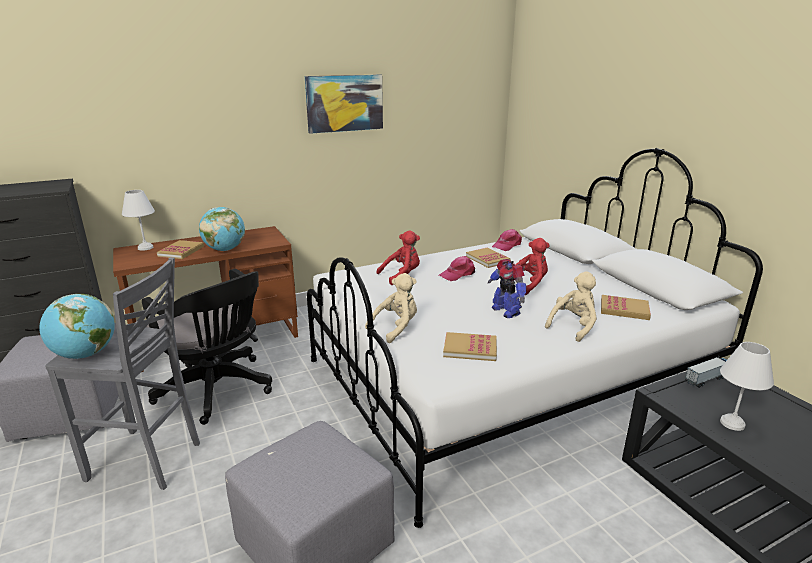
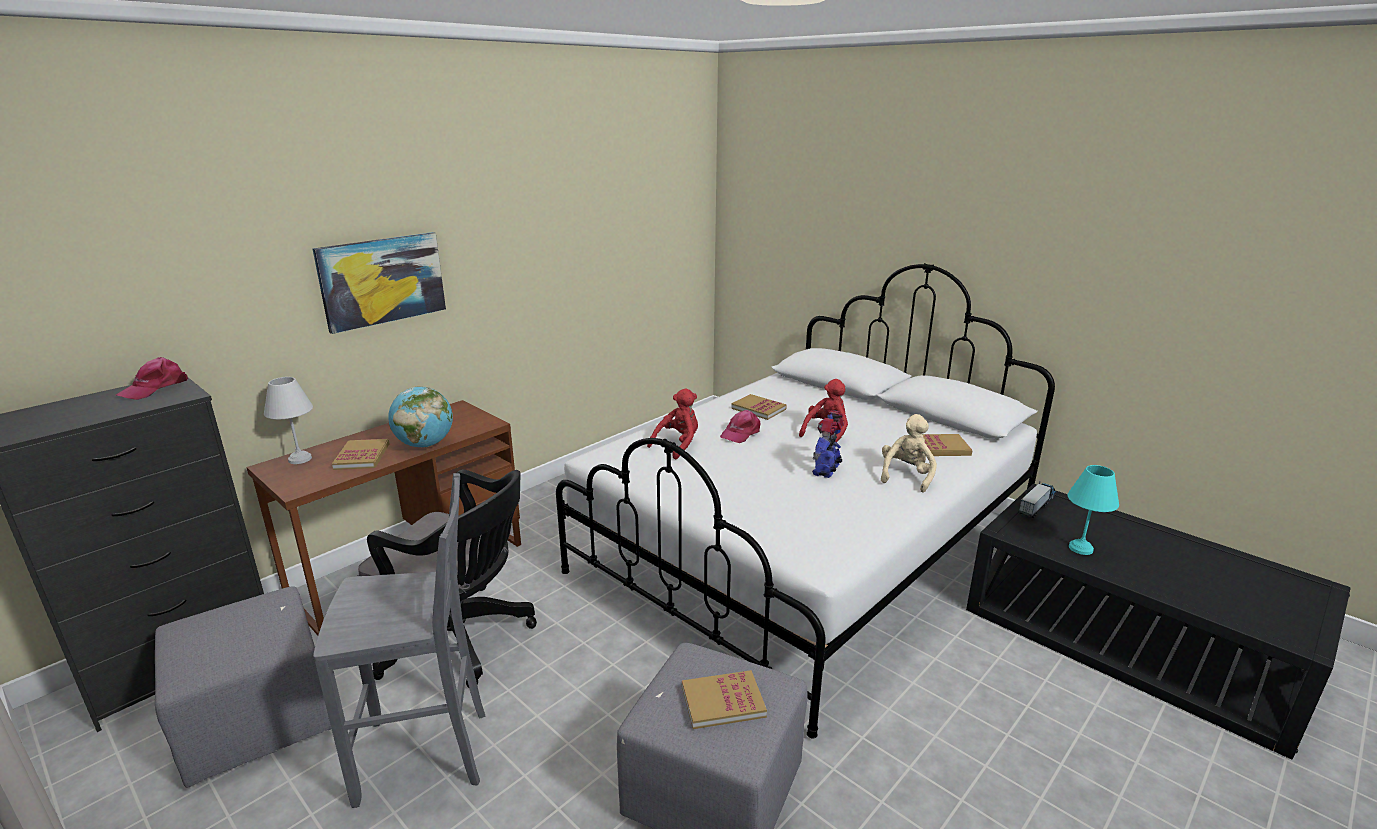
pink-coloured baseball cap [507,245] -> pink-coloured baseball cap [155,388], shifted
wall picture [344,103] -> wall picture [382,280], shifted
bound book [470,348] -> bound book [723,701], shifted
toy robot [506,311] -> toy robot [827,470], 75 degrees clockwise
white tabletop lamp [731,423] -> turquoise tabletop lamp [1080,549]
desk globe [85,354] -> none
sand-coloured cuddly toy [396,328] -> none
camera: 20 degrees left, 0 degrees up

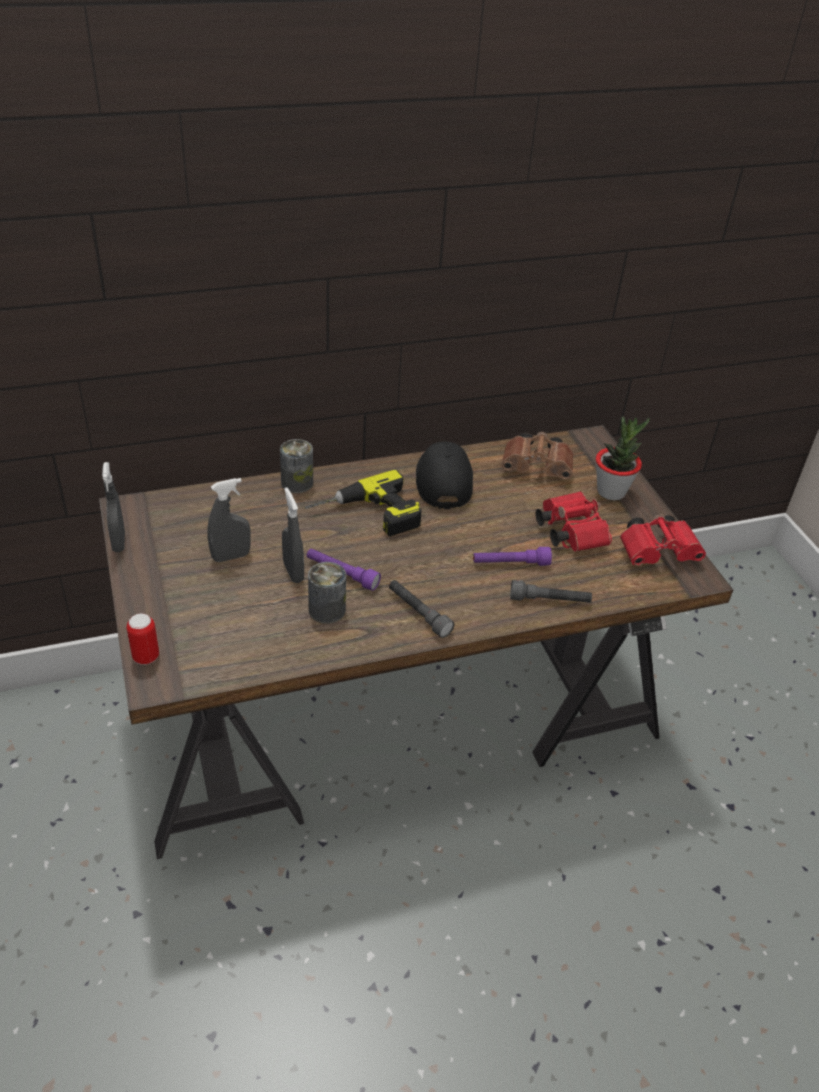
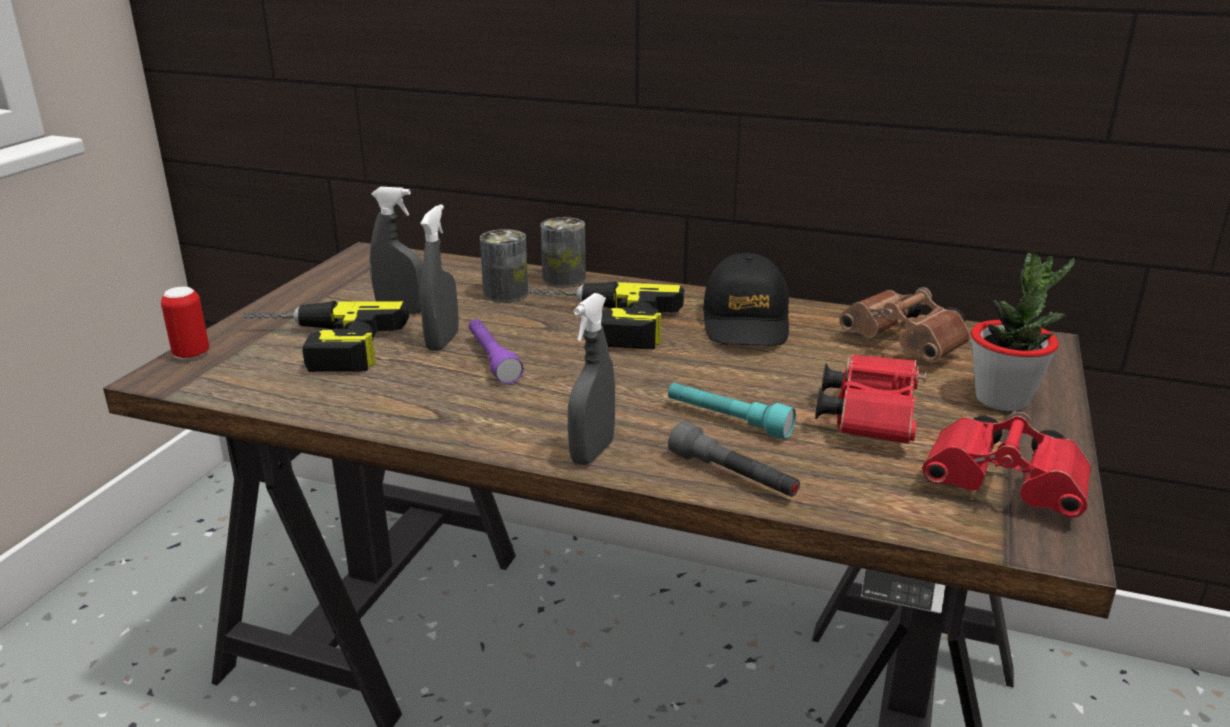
none -> electric drill [316,347]
sealed can [327,610] -> sealed can [505,293], shifted
gray spray bottle [119,542] -> gray spray bottle [592,452], shifted
purple-coloured flashlight [510,564] -> turquoise flashlight [727,420]
blackish baseball cap [443,481] -> blackish baseball cap [746,322], 150 degrees clockwise
gray flashlight [418,613] -> none
camera: 40 degrees right, 15 degrees down

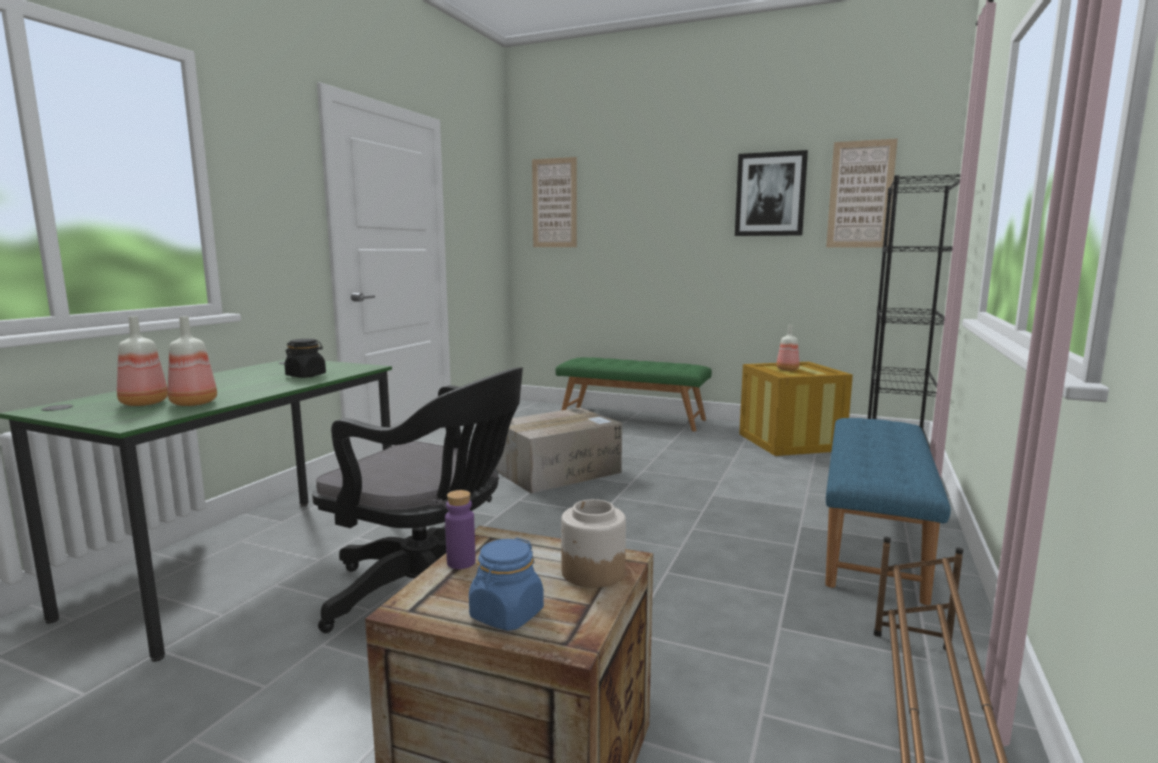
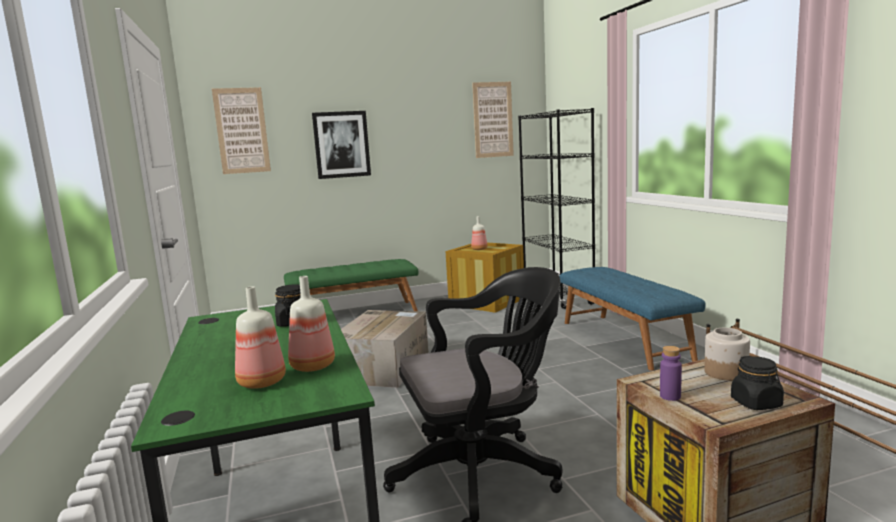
wall picture [770,194] -> wall picture [341,144], shifted
bluish storage jar [506,615] -> blackish storage jar [756,403]
camera: 40 degrees left, 0 degrees up

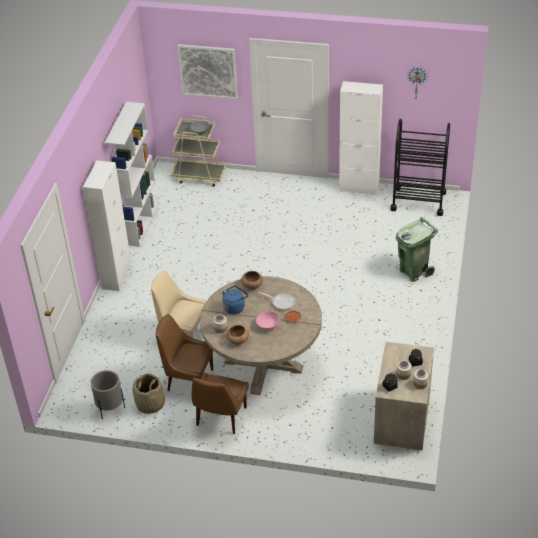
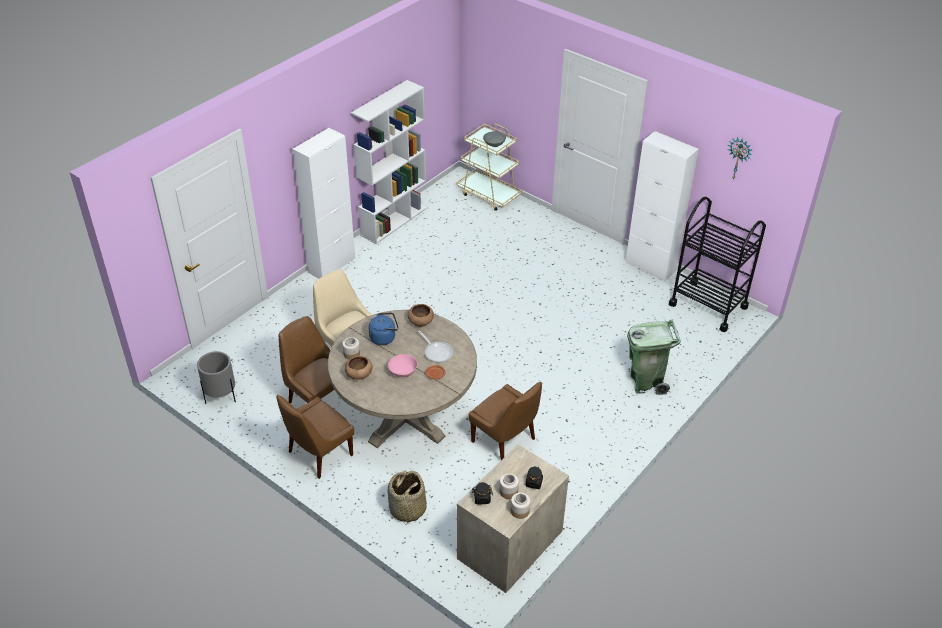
storage basket [150,404] -> storage basket [407,509], shifted
none -> brown-coloured plain chair [505,441]
wall picture [208,71] -> none
camera: 25 degrees right, 0 degrees up

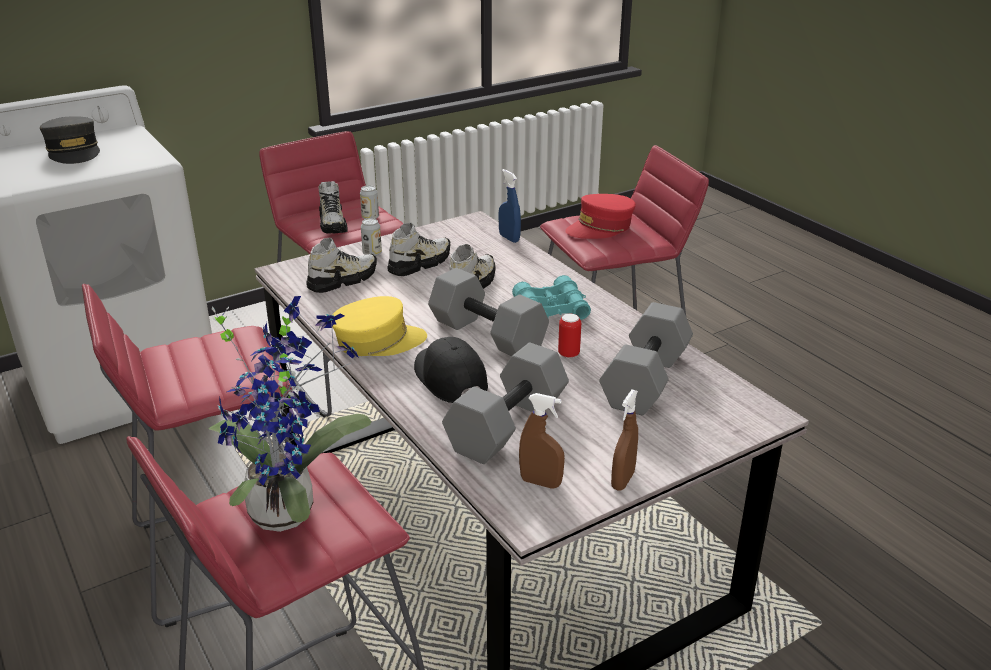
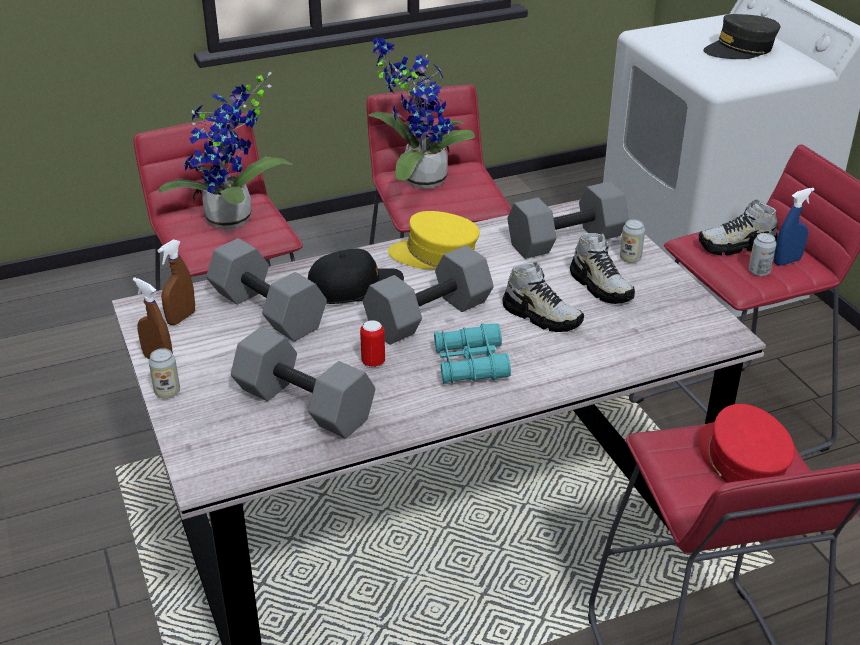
none -> sealed can [167,392]
none -> houseplant [419,179]
yellow-coloured baseball cap [378,341] -> yellow-coloured baseball cap [434,255], 105 degrees clockwise
item of footwear [342,280] -> gray hand weight [566,239]
bluish spray bottle [509,238] -> bluish spray bottle [787,261], shifted
camera: 100 degrees right, 5 degrees up

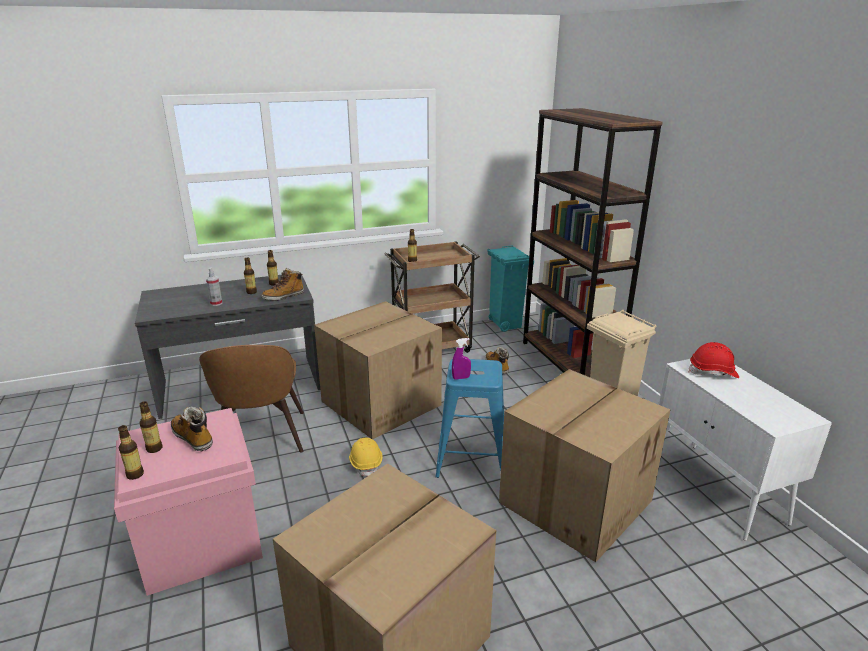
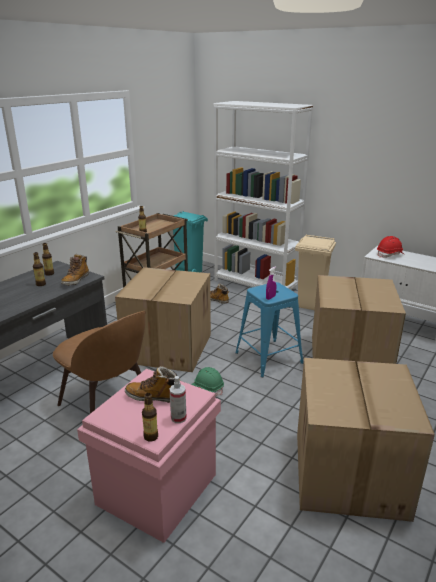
spray bottle [216,303] -> spray bottle [178,418], shifted
yellow-coloured work helmet [366,463] -> green work helmet [208,388]
brown-coloured bookshelf [568,363] -> white bookshelf [256,284]
beverage bottle [154,448] -> none
camera: 35 degrees left, 0 degrees up

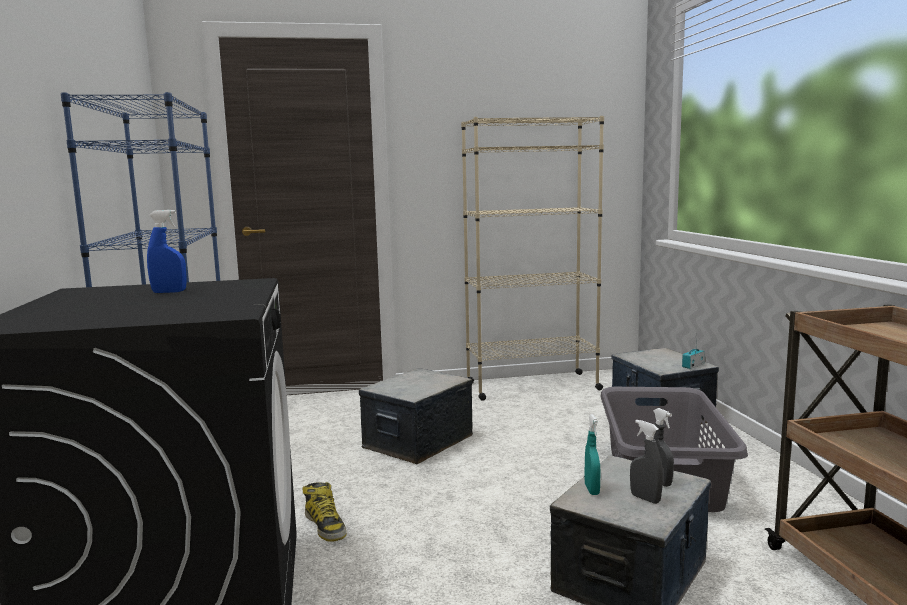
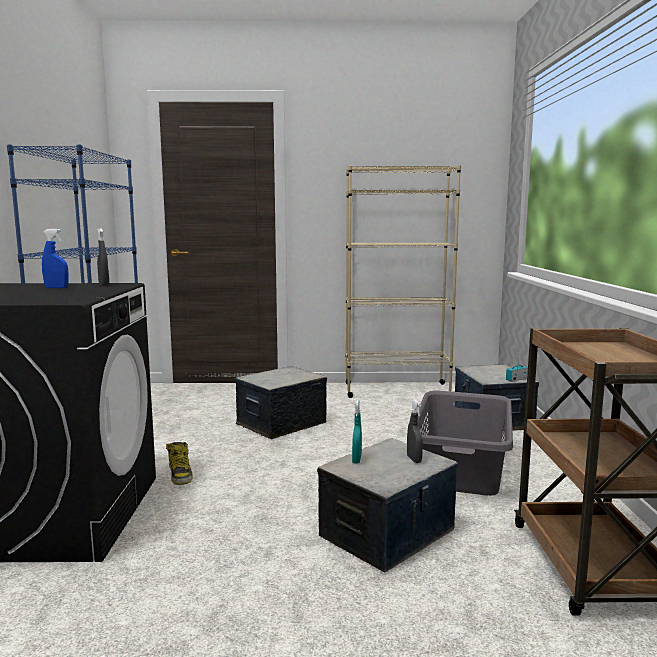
gray spray bottle [645,498] -> gray spray bottle [104,285], shifted
camera: 10 degrees right, 0 degrees up

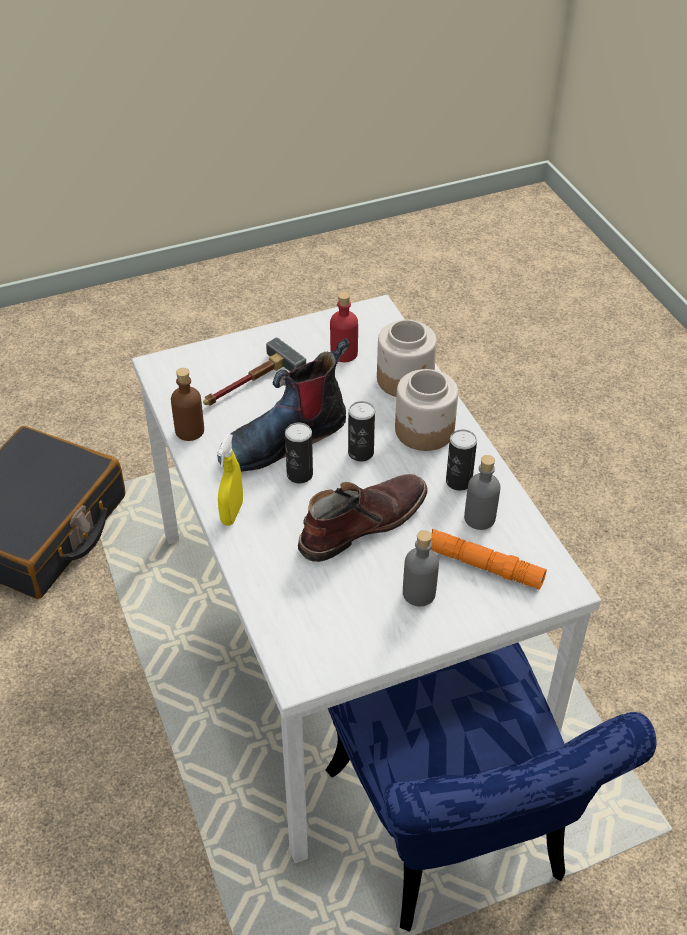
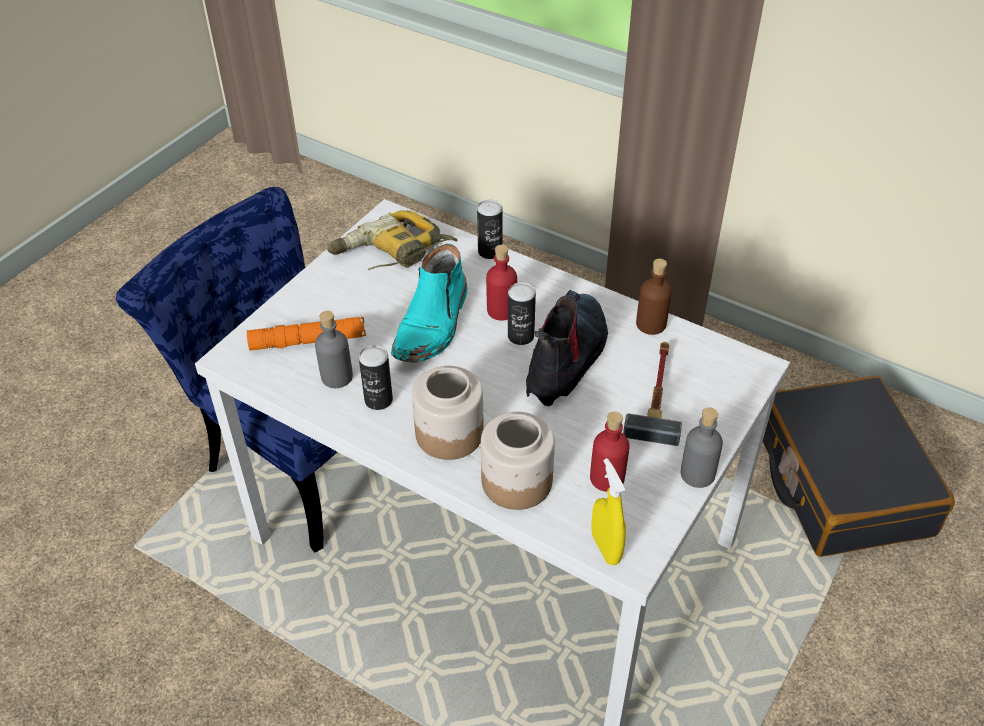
none -> electric drill [391,253]
brown-coloured tall boot [361,523] -> turquoise tall boot [433,324]
sealed can [361,453] -> sealed can [490,251], shifted
none -> reddish beverage bottle [501,310]
yellow-coloured spray bottle [232,513] -> yellow-coloured spray bottle [605,548], shifted
gray beverage bottle [419,593] -> gray beverage bottle [697,474], shifted
camera: 145 degrees right, 0 degrees up

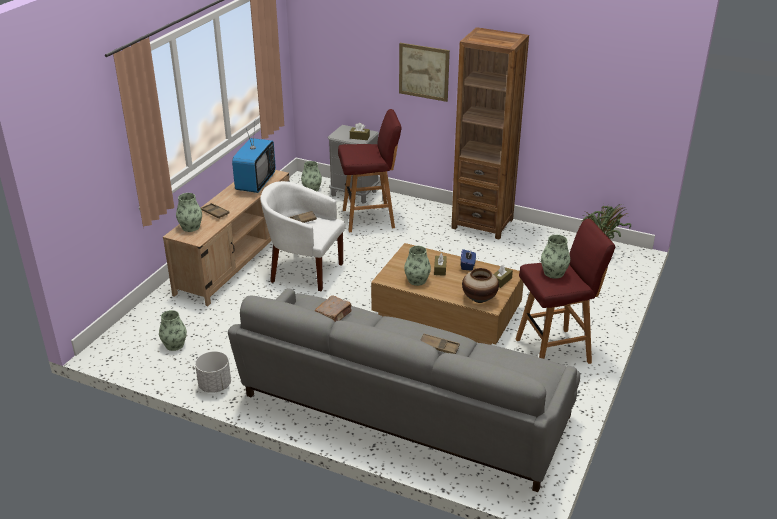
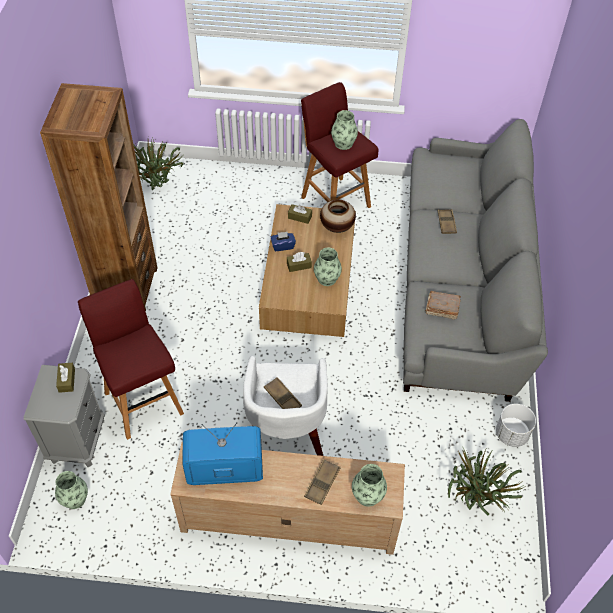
vase [174,345] -> houseplant [475,503]
wall picture [424,71] -> none
camera: 110 degrees left, 20 degrees up

